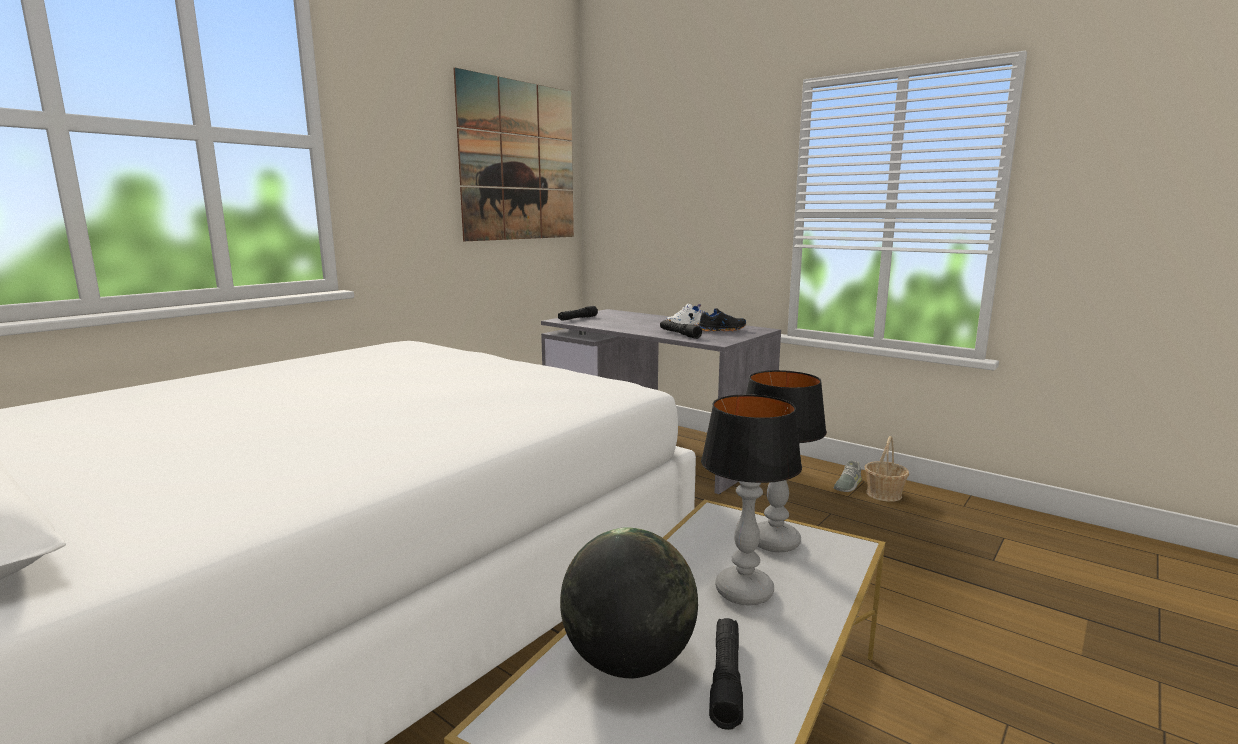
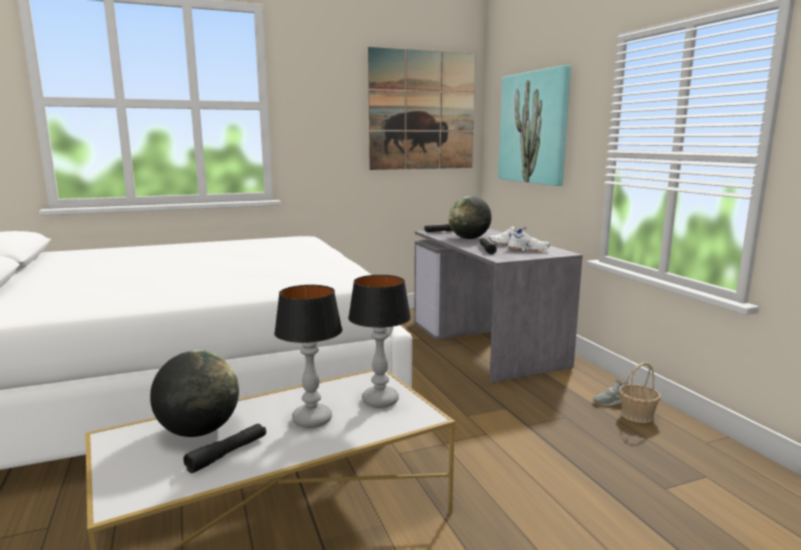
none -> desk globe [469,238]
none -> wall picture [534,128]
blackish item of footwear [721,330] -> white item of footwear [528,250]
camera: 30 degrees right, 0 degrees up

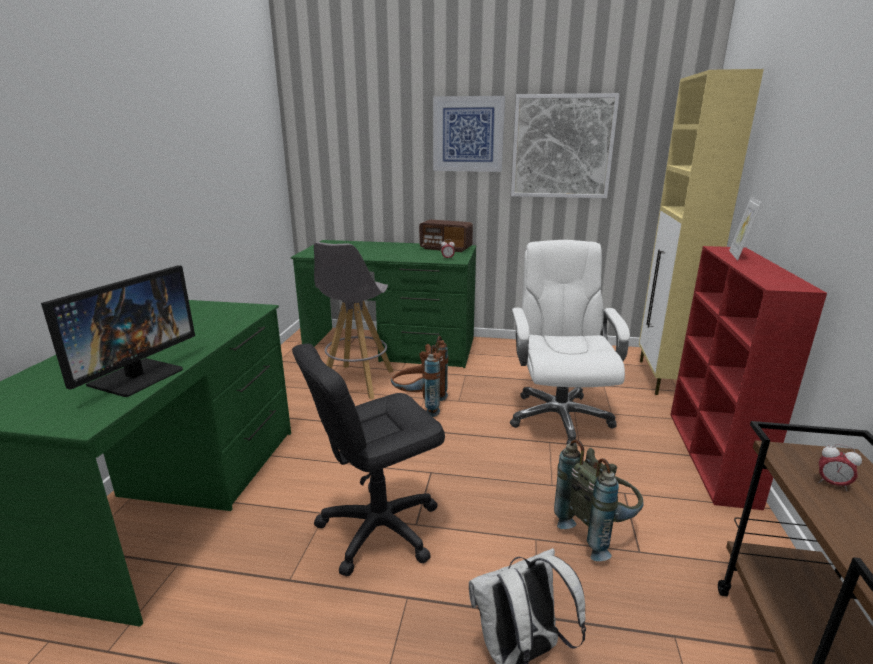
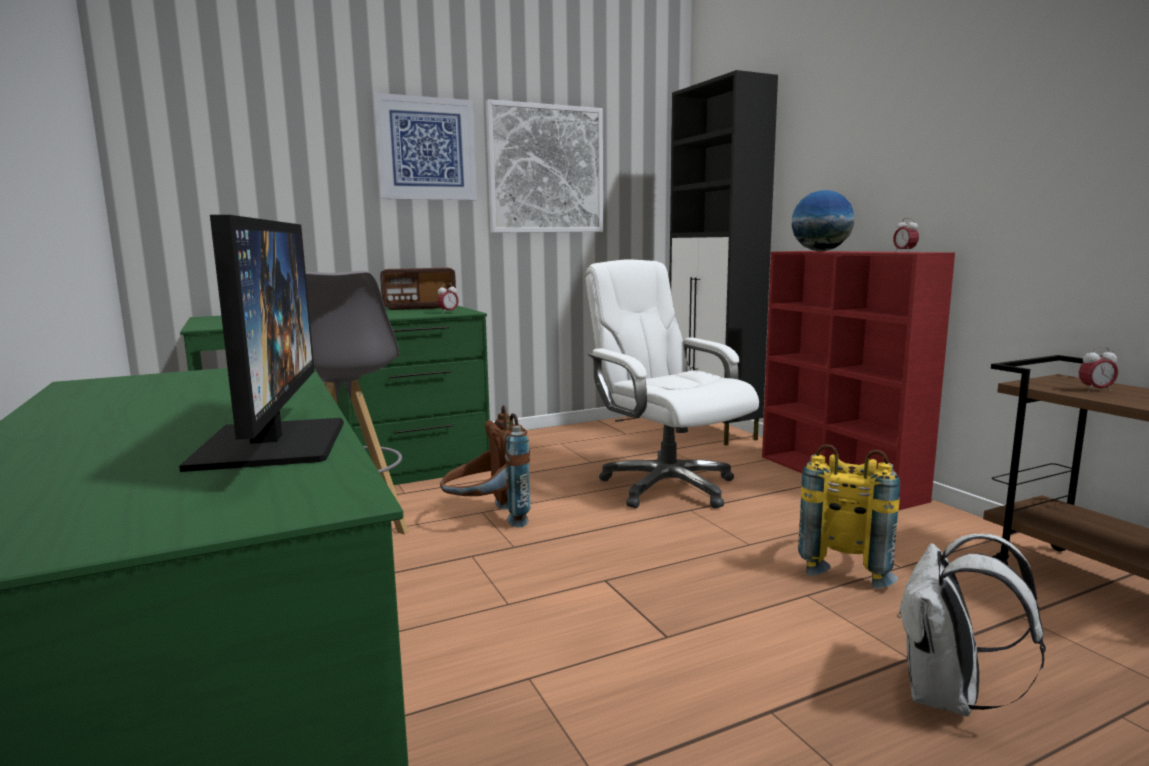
sand-coloured cupboard [663,378] -> blackish cupboard [713,431]
standing frame [738,255] -> desk globe [820,251]
gray rucksack [597,531] -> yellow-coloured rucksack [846,566]
none -> bedside clock [904,252]
blackish desk chair [379,529] -> none
camera: 35 degrees left, 10 degrees down

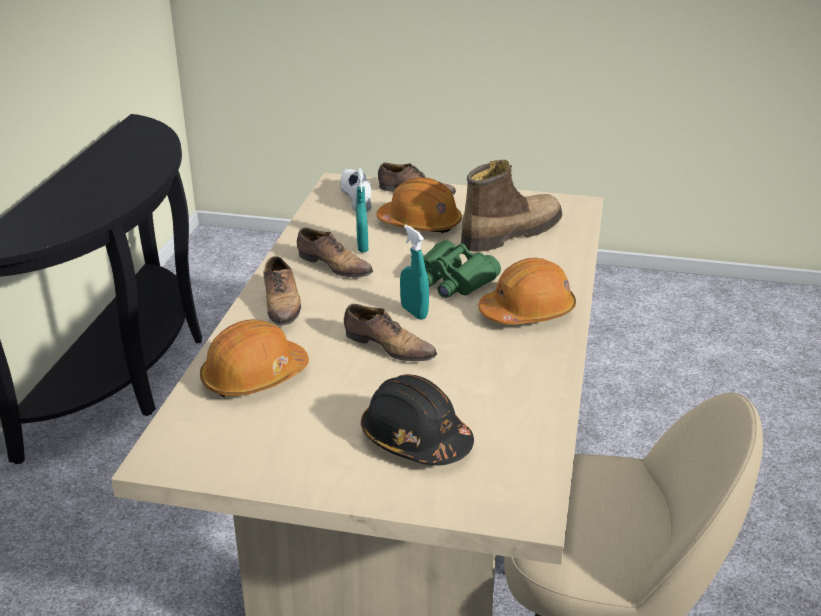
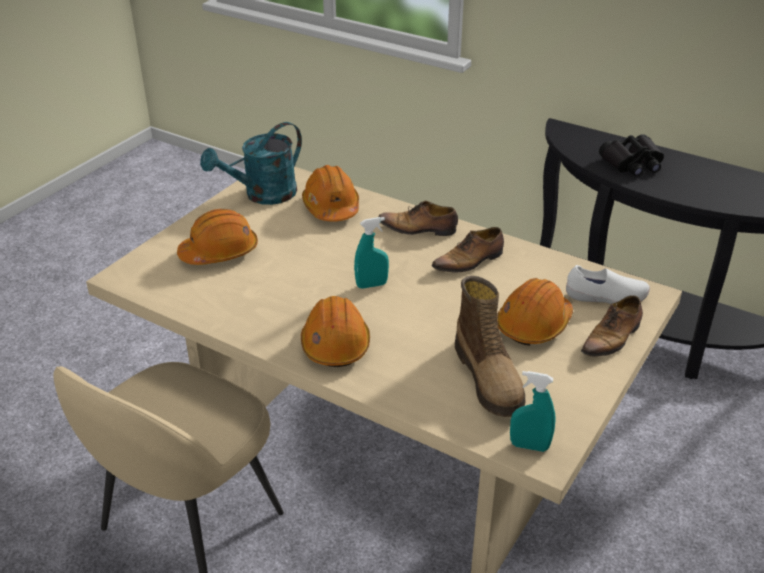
blackish work helmet [415,439] -> orange work helmet [219,252]
none -> turquoise watering pot [263,195]
turquoise spray bottle [362,246] -> turquoise spray bottle [529,446], shifted
none -> blackish field glasses [632,163]
item of footwear [388,346] -> none
green field glasses [452,281] -> none
camera: 110 degrees right, 5 degrees up

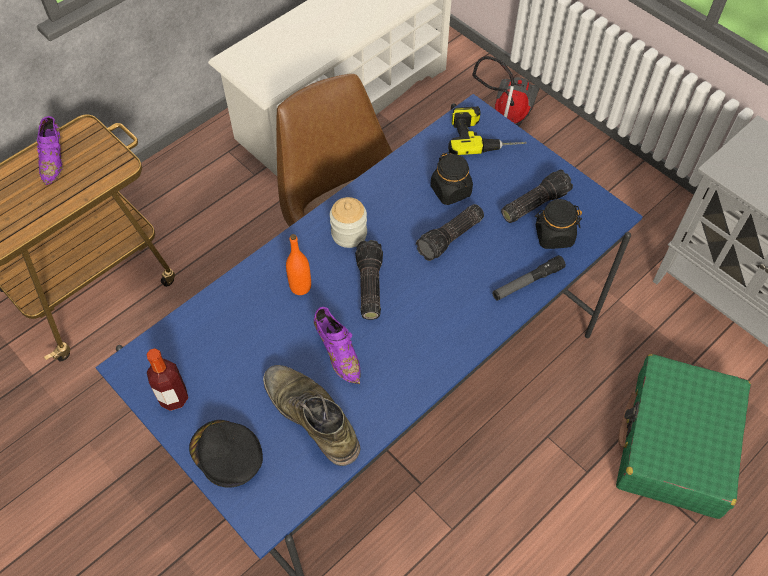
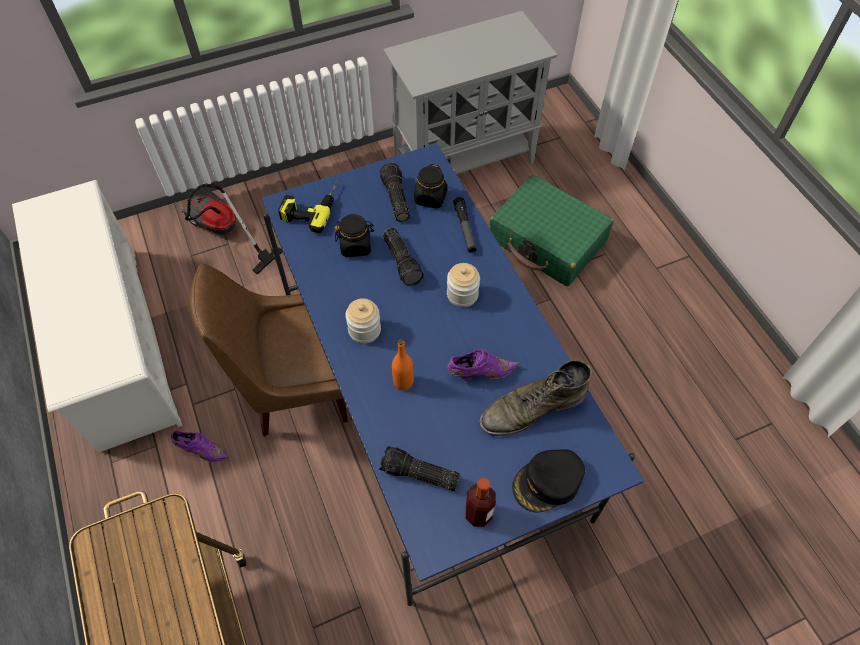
purple-coloured item of footwear [54,160] -> purple-coloured item of footwear [201,450], shifted
flashlight [368,285] -> flashlight [419,475], shifted
none -> storage jar [462,295]
camera: 70 degrees left, 0 degrees up

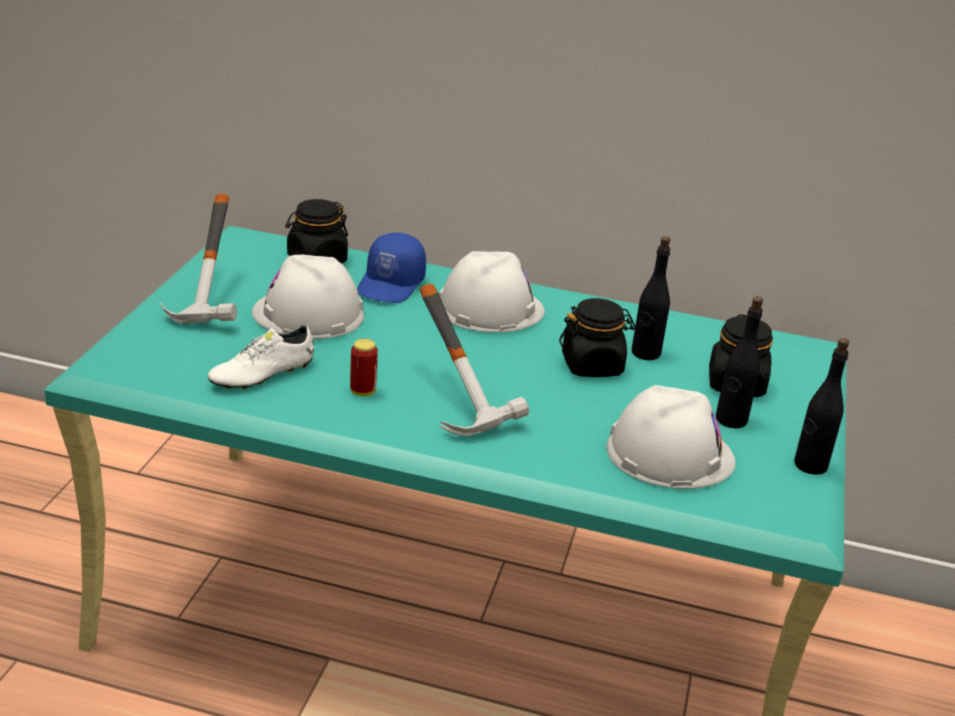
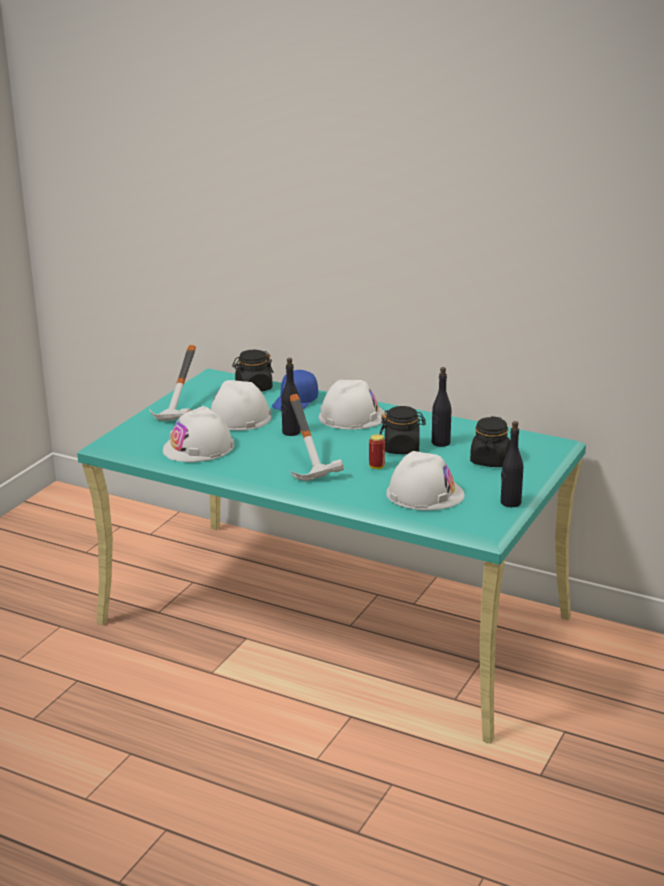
white item of footwear [262,375] -> white work helmet [199,447]
blackish beverage bottle [731,420] -> blackish beverage bottle [291,432], shifted
sealed can [363,391] -> sealed can [376,467], shifted
camera: 15 degrees right, 5 degrees down

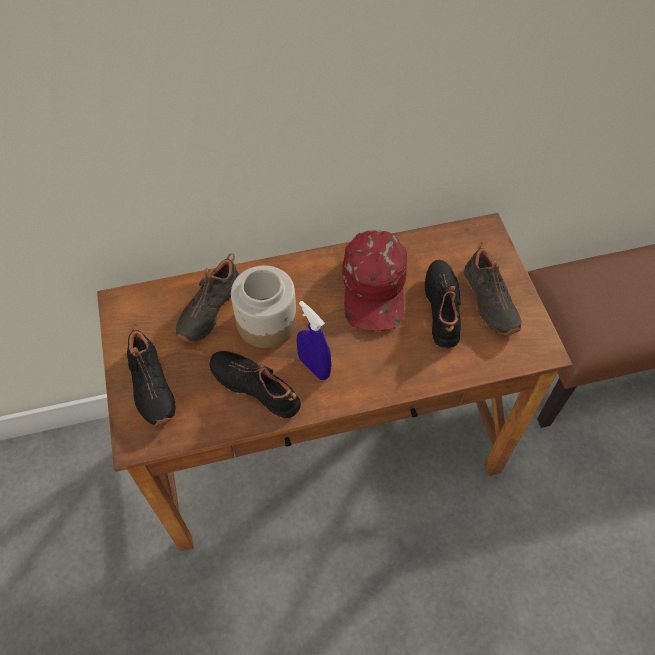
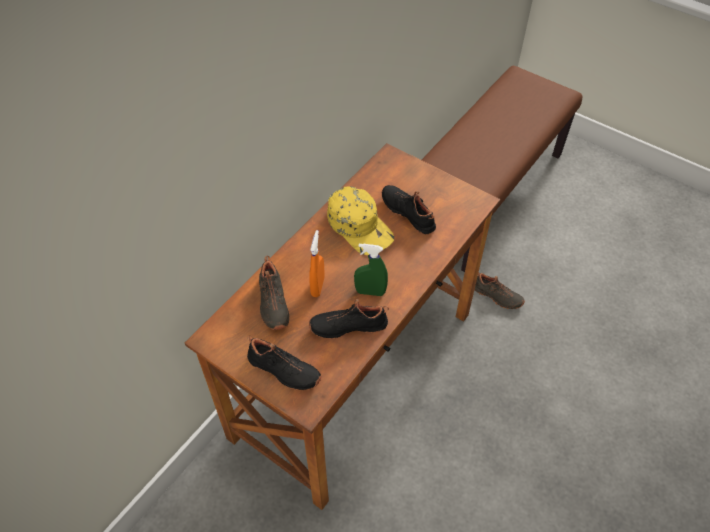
storage jar [267,323] -> orange spray bottle [317,286]
reddish baseball cap [375,288] -> yellow-coloured baseball cap [360,226]
bluish spray bottle [314,367] -> green spray bottle [370,292]
blackish item of footwear [488,301] -> blackish item of footwear [496,297], shifted
camera: 40 degrees left, 5 degrees down

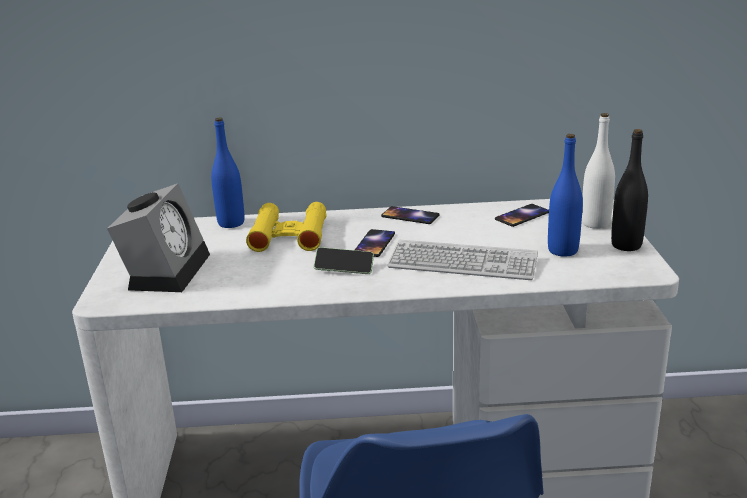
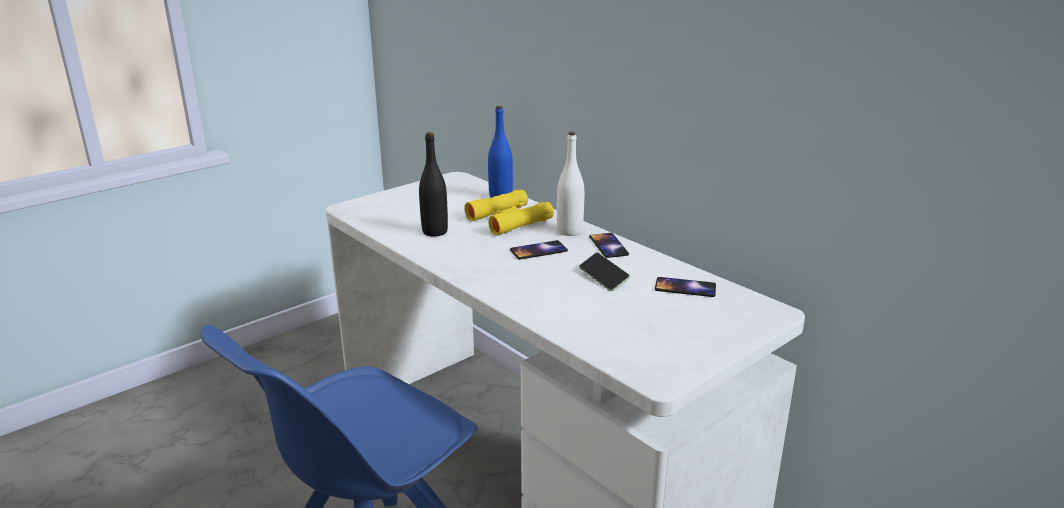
blackish beverage bottle [626,245] -> blackish beverage bottle [435,232], shifted
white beverage bottle [595,223] -> white beverage bottle [569,231], shifted
telephone [344,268] -> telephone [603,278], shifted
bedside clock [166,270] -> none
keyboard [462,262] -> none
bluish beverage bottle [562,250] -> none
camera: 50 degrees right, 0 degrees up

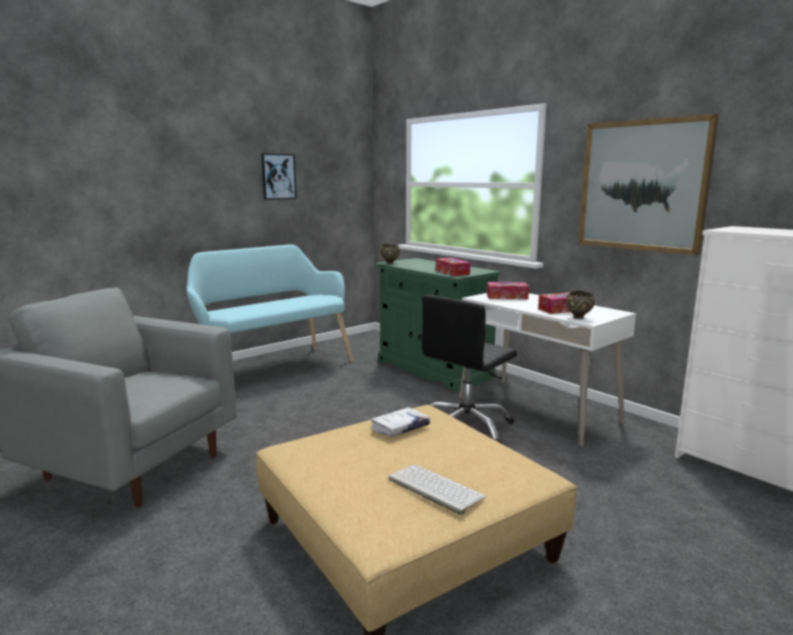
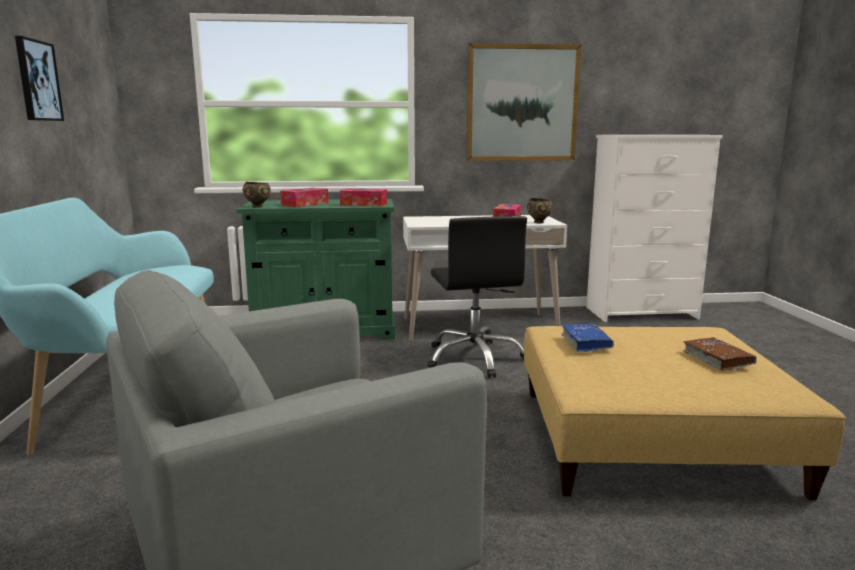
tissue holder [507,297] -> tissue holder [305,204], shifted
white bound book [400,428] -> bluish bound book [586,343]
keyboard [433,488] -> brown-coloured bound book [717,359]
camera: 55 degrees left, 0 degrees up

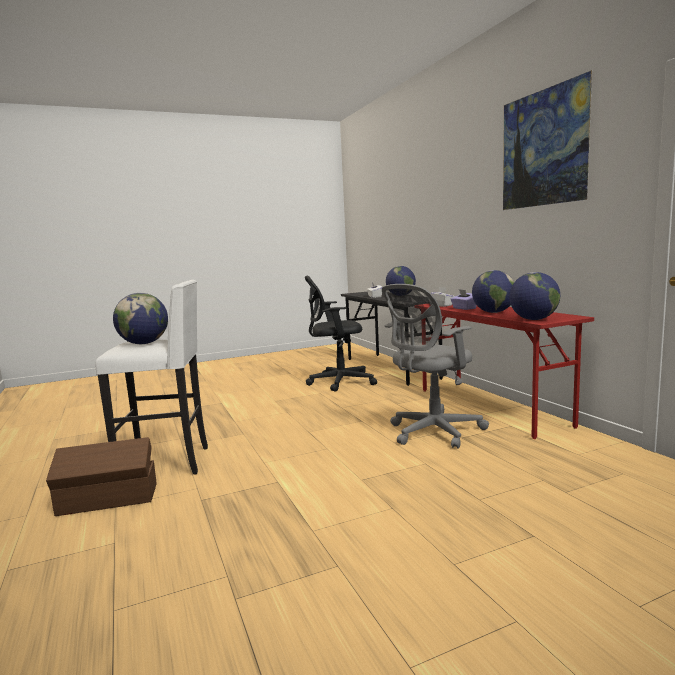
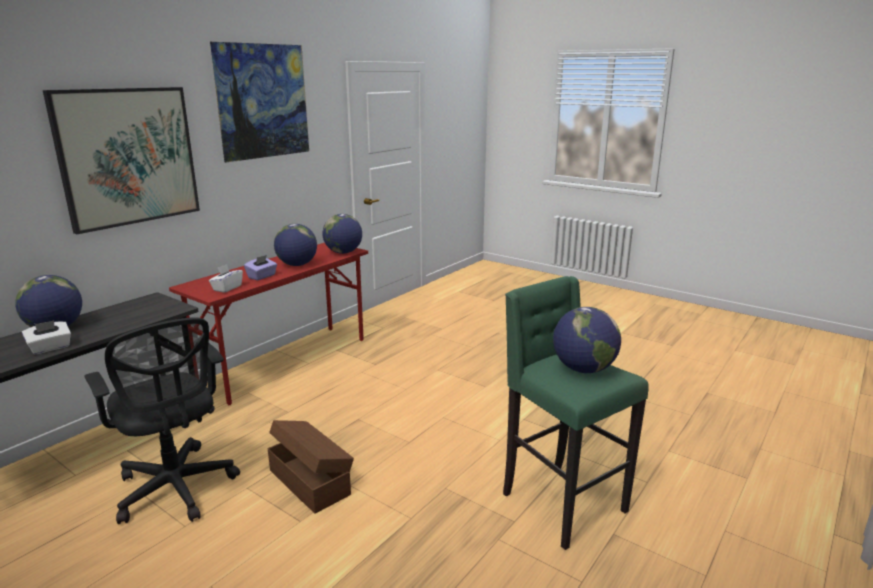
none -> wall picture [128,157]
brown-coloured storage bin [109,500] -> brown-coloured storage bin [310,481], shifted
white stool [167,463] -> green stool [560,502]
gray desk chair [432,432] -> none
camera: 120 degrees left, 10 degrees up

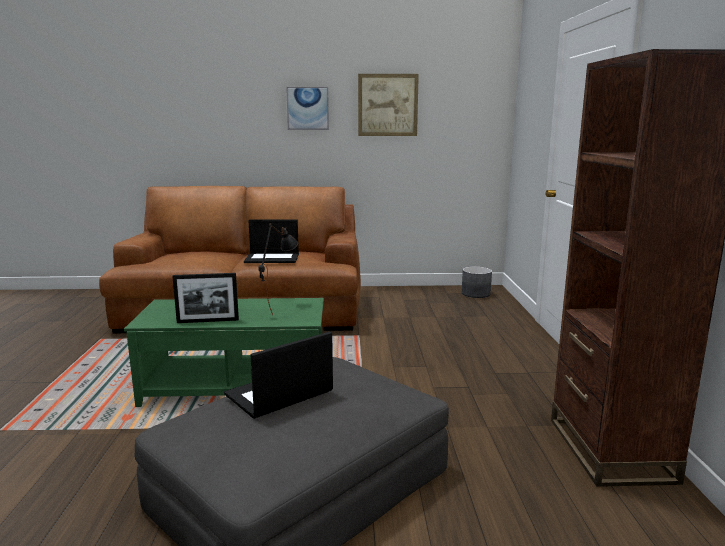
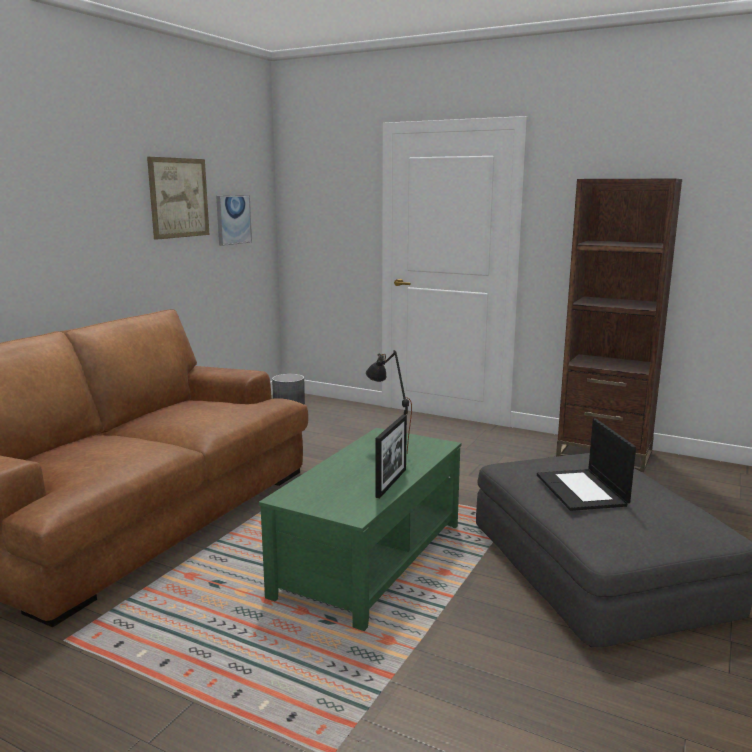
wall picture [308,108] -> wall picture [233,219], shifted
laptop [273,258] -> none
camera: 60 degrees left, 0 degrees up

